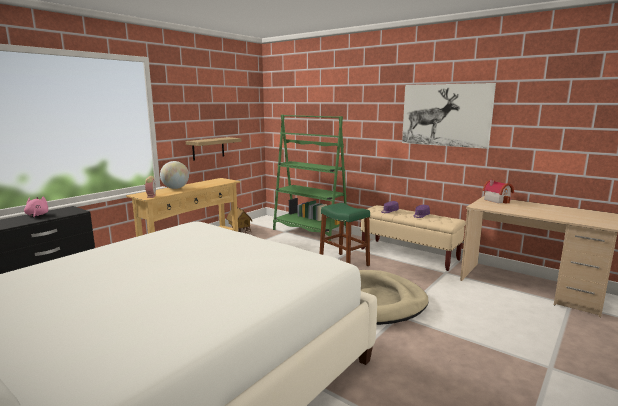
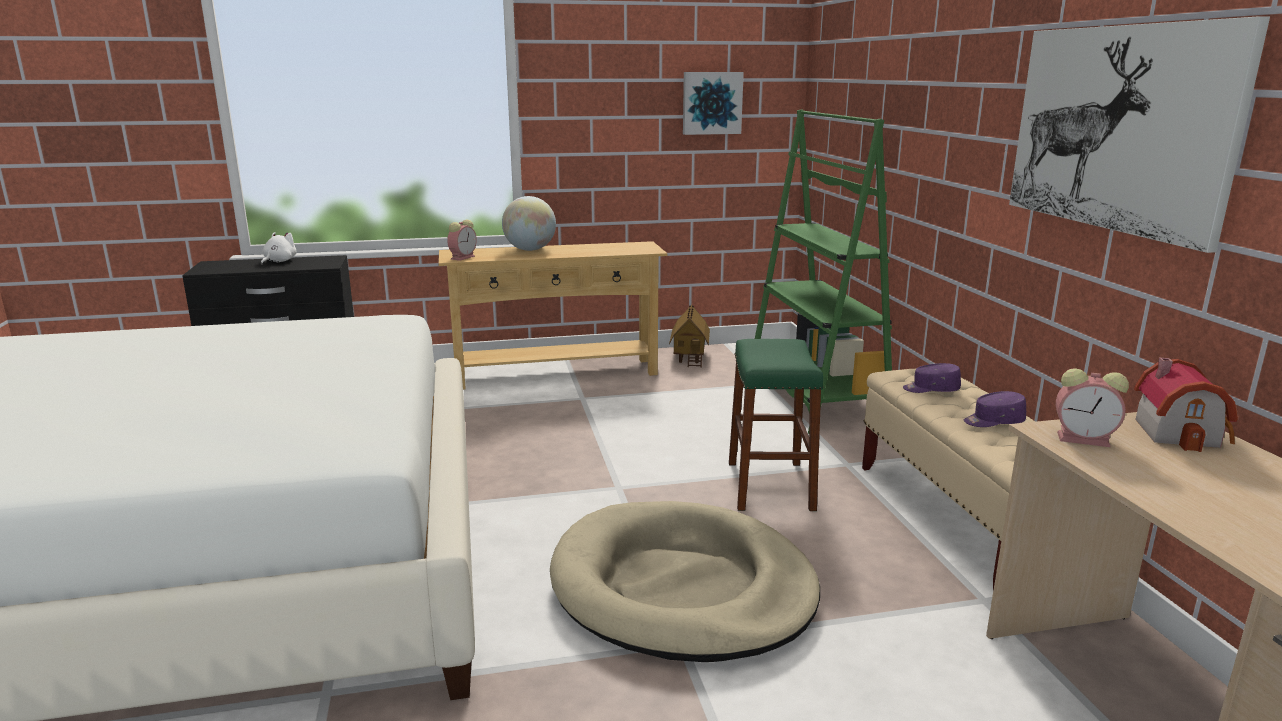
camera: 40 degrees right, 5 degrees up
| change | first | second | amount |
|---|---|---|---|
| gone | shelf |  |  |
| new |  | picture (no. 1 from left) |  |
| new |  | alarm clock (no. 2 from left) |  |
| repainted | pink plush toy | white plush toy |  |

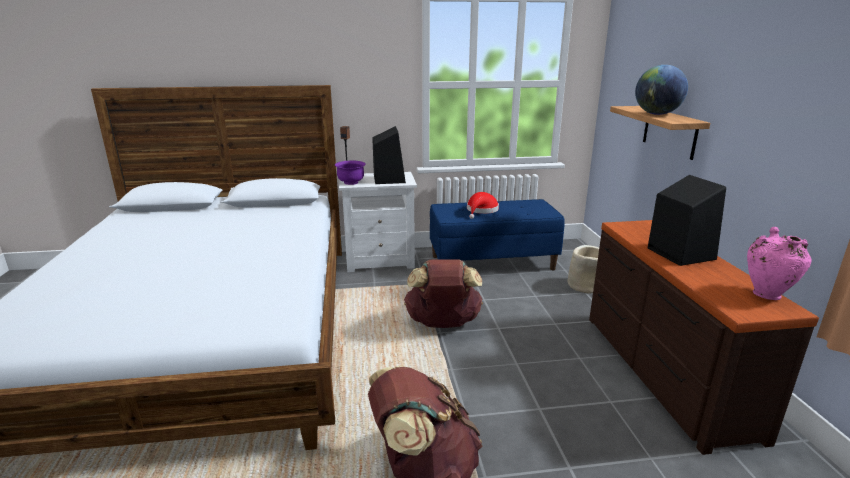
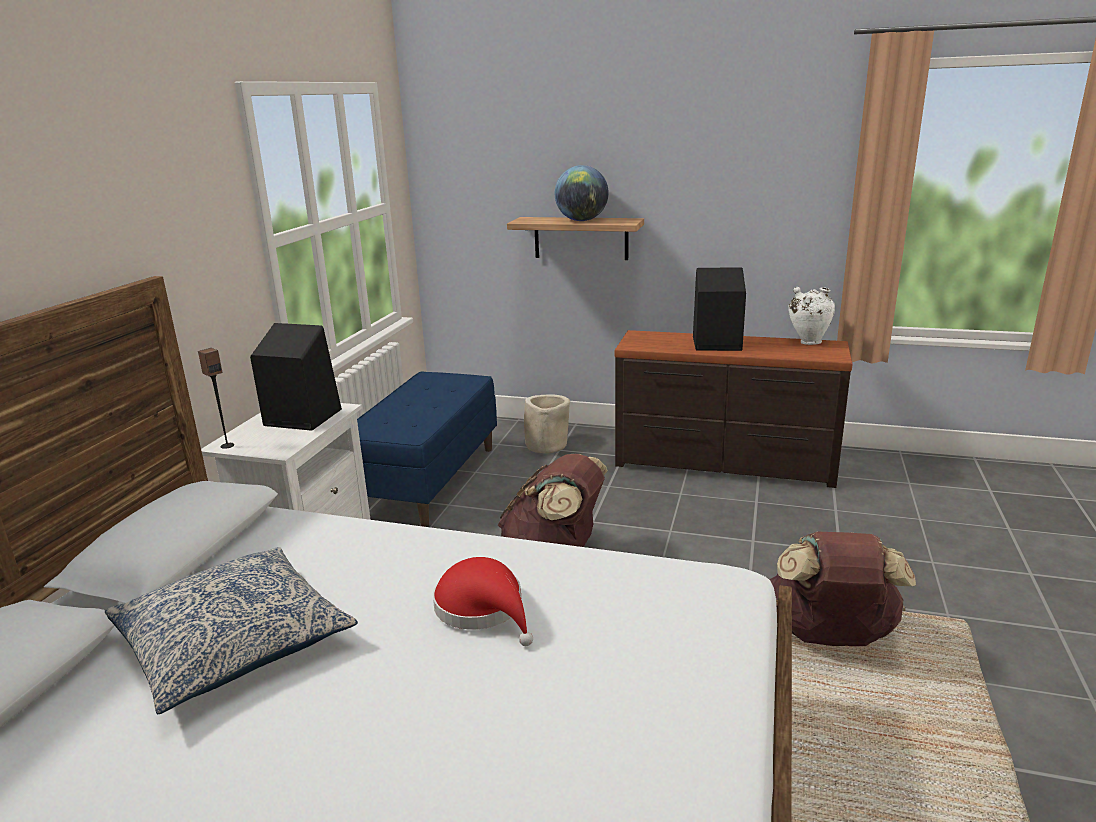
camera: 65 degrees left, 0 degrees up
| change | first | second | amount |
|---|---|---|---|
| gone | purple bowl |  |  |
| new |  | pillow |  |
| shifted | red hat |  |  |
| repainted | pink vase | white vase |  |

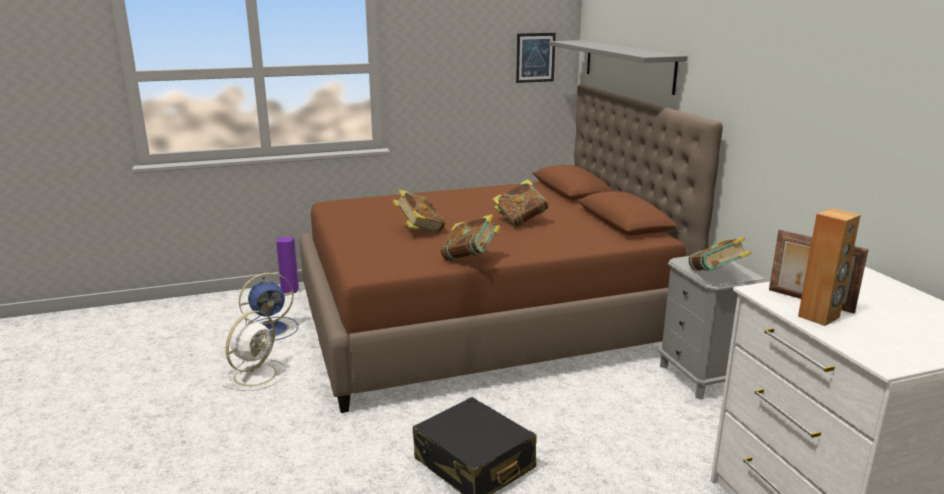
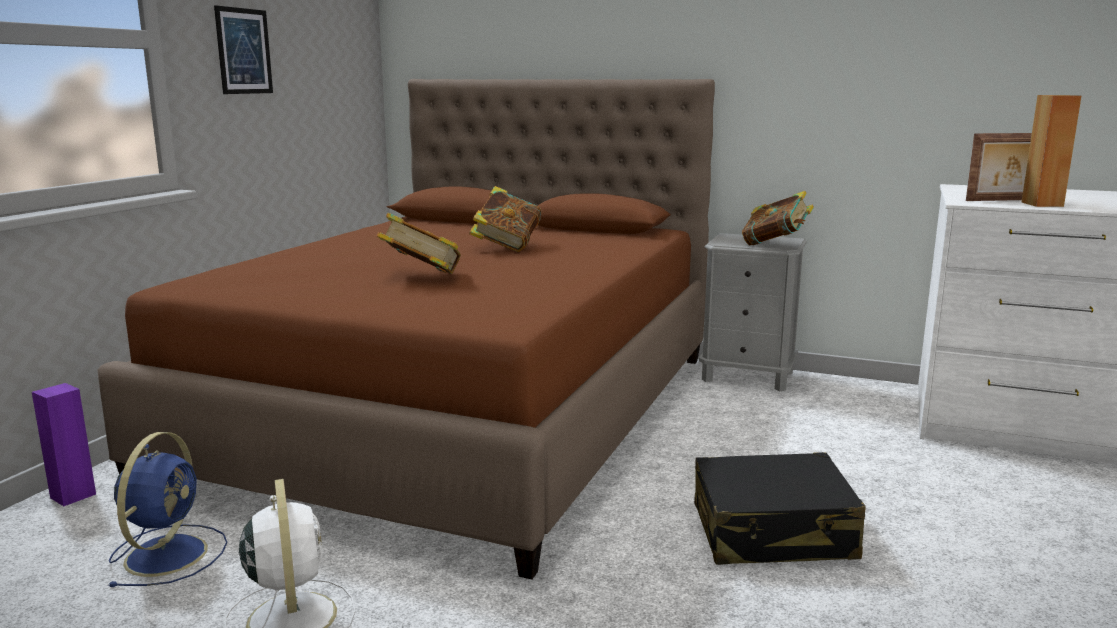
camera: 50 degrees left, 5 degrees down
| change | first | second | amount |
|---|---|---|---|
| gone | book (no. 2 from left) |  |  |
| gone | grey shelf |  |  |
| shifted | picture |  |  |

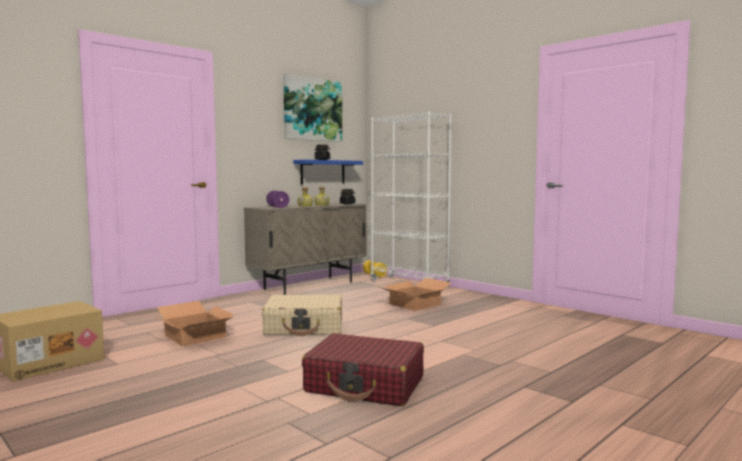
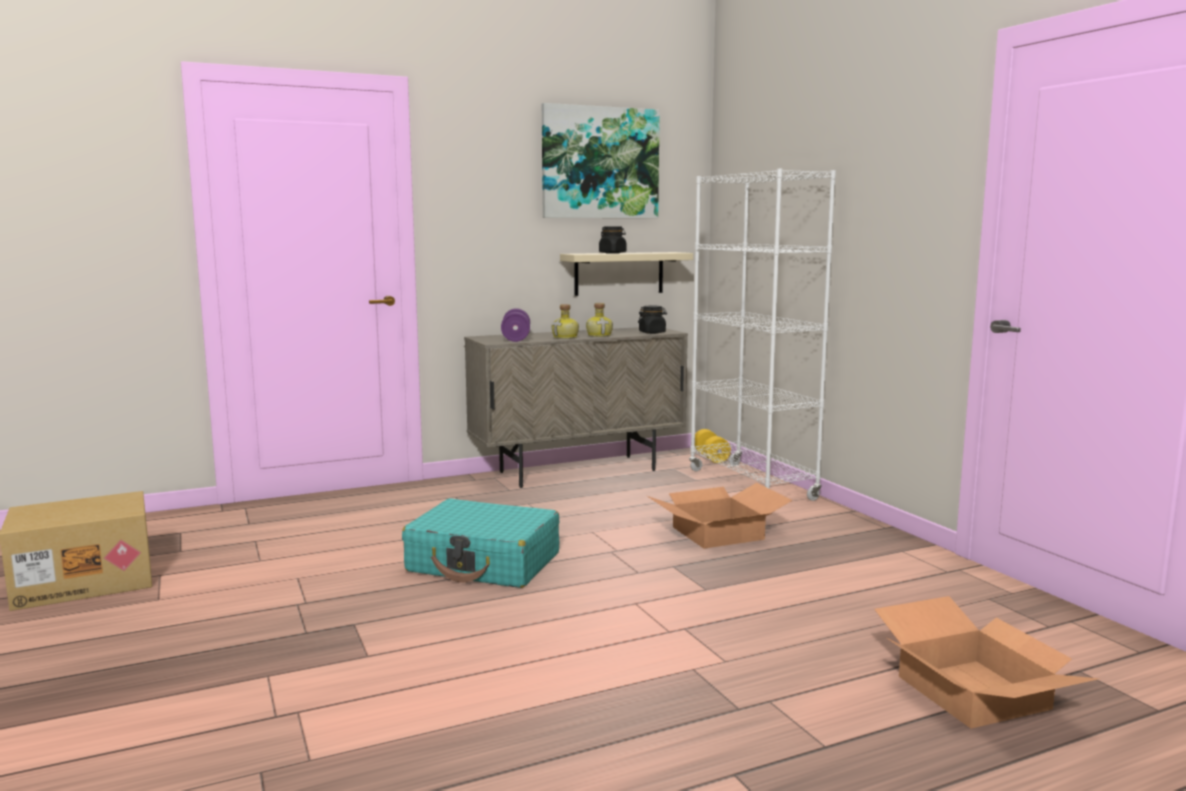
camera: 20 degrees right, 5 degrees up
| change | first | second | amount |
|---|---|---|---|
| gone | red suitcase |  |  |
| shifted | cardboard box (no. 2 from left in the first image) | cardboard box (no. 3 from left) |  |
| repainted | beige suitcase | turquoise suitcase |  |
| repainted | blue shelf | beige shelf |  |

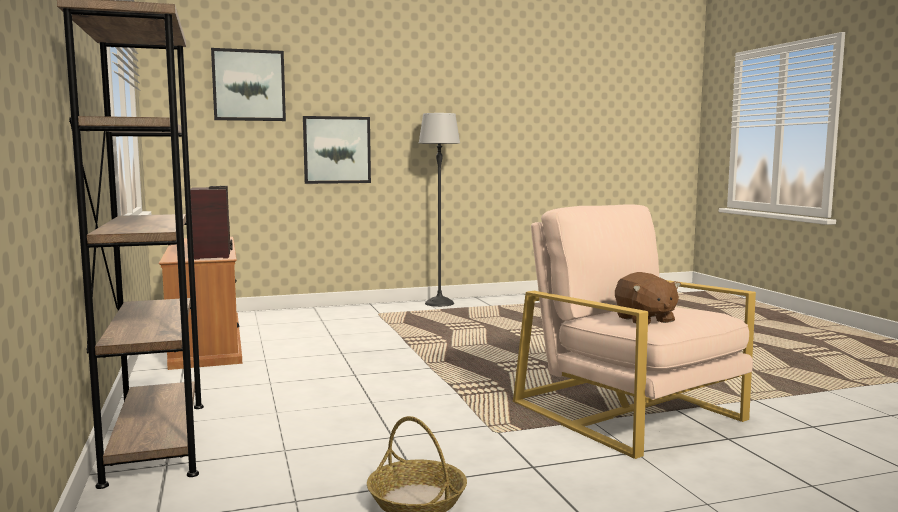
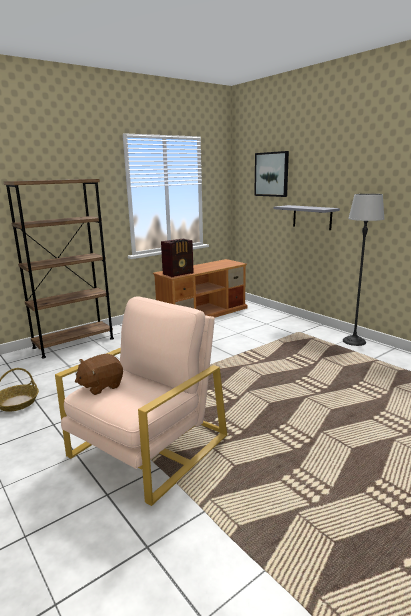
camera: 70 degrees right, 10 degrees up
| change | first | second | amount |
|---|---|---|---|
| swapped | picture (no. 2 from left) | grey shelf |  |

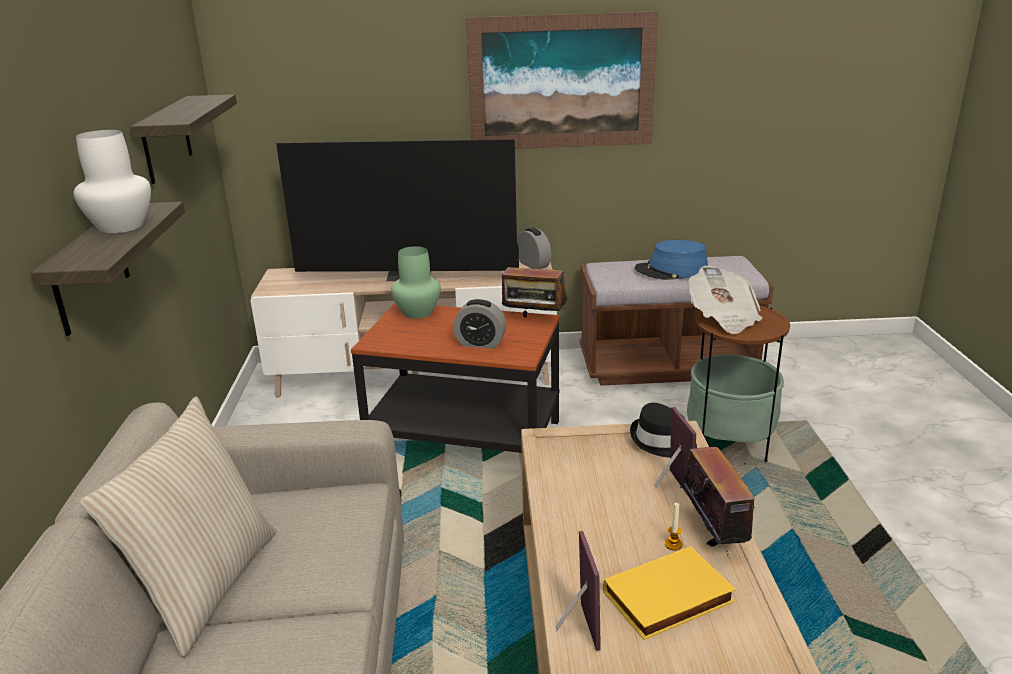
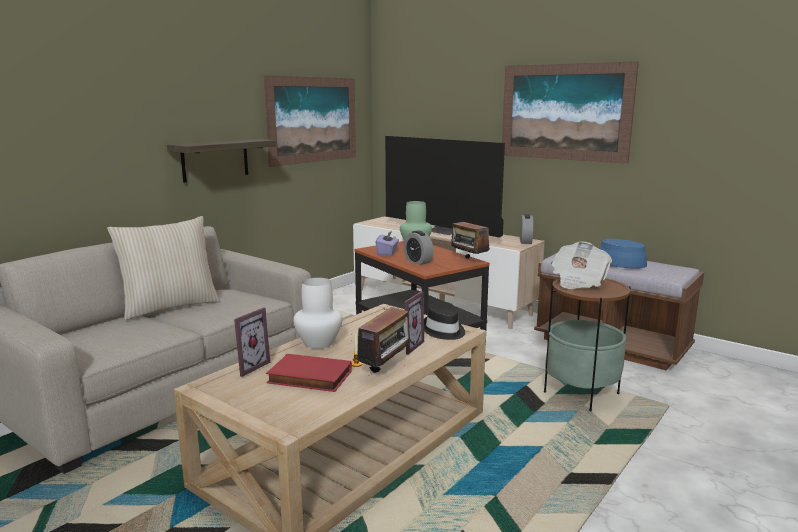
camera: 40 degrees right, 10 degrees down
| change | first | second | amount |
|---|---|---|---|
| new |  | purple tissue box |  |
| shifted | white vase |  |  |
| swapped | shelf (no. 2 from left) | picture (no. 1 from left) |  |
| repainted | yellow book | red book |  |

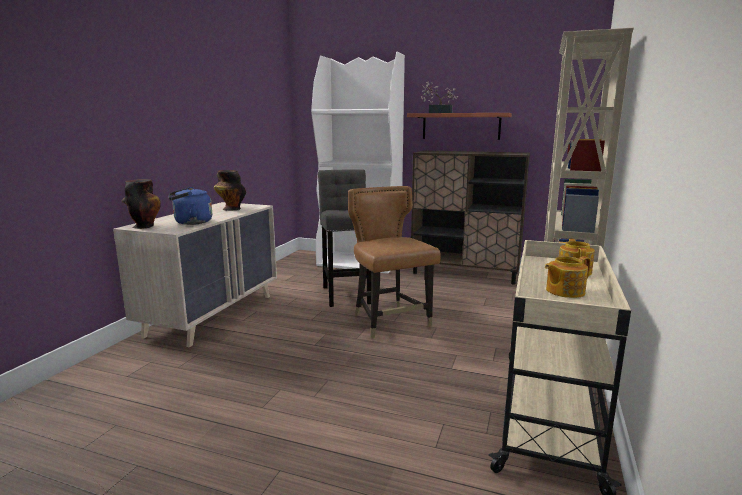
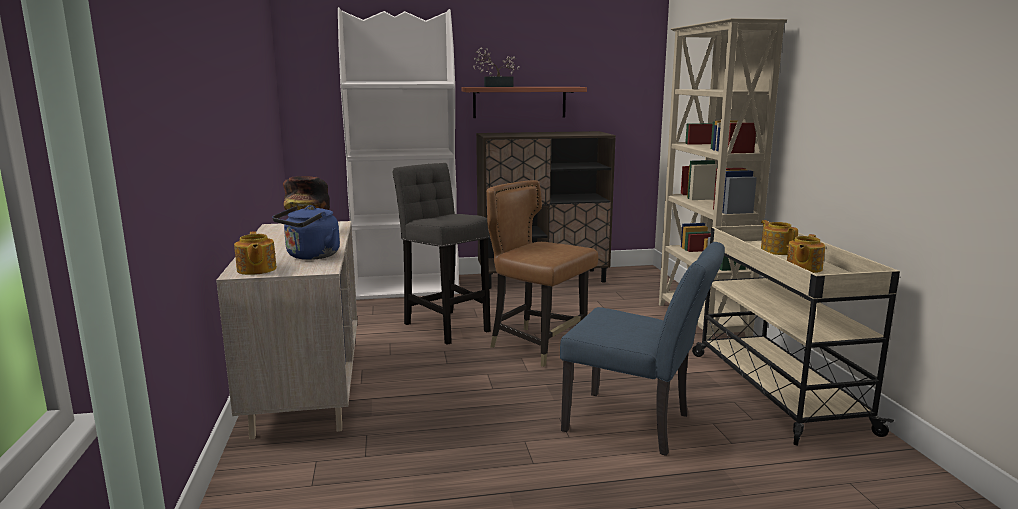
camera: 30 degrees left, 0 degrees up
| change | first | second | amount |
|---|---|---|---|
| new |  | blue chair |  |
| swapped | vase (no. 1 from left) | teapot (no. 1 from left) |  |

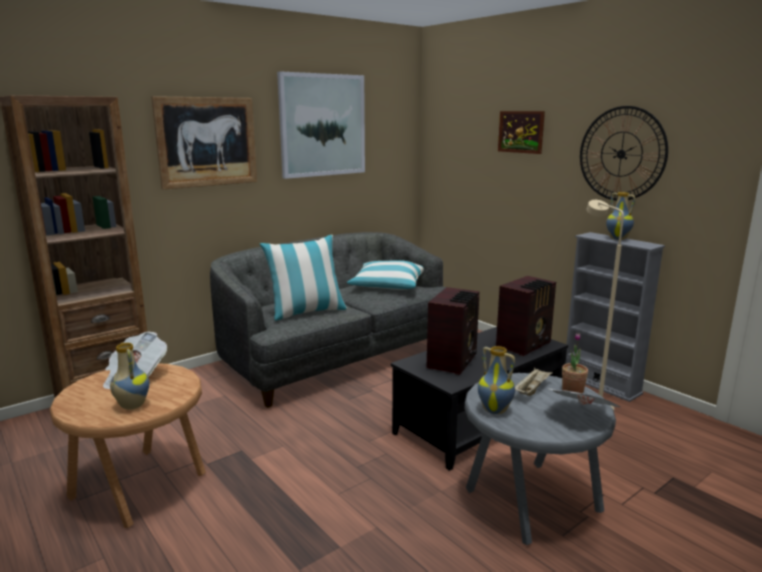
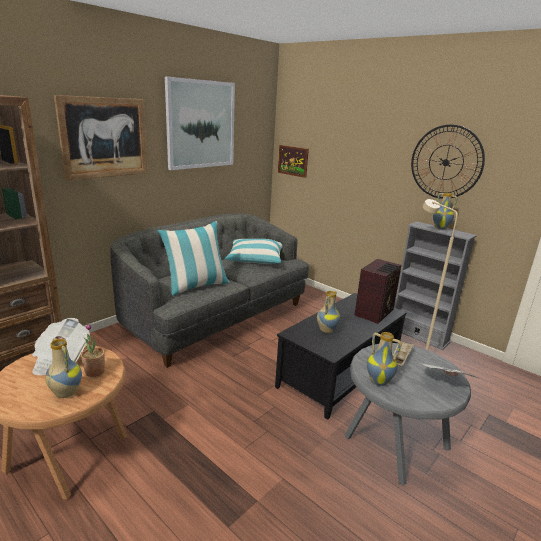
camera: 10 degrees left, 5 degrees up
| change | first | second | amount |
|---|---|---|---|
| shifted | picture (no. 3 from left) |  |  |
| shifted | potted plant |  |  |
| swapped | radio (no. 1 from left) | vase (no. 2 from left) |  |

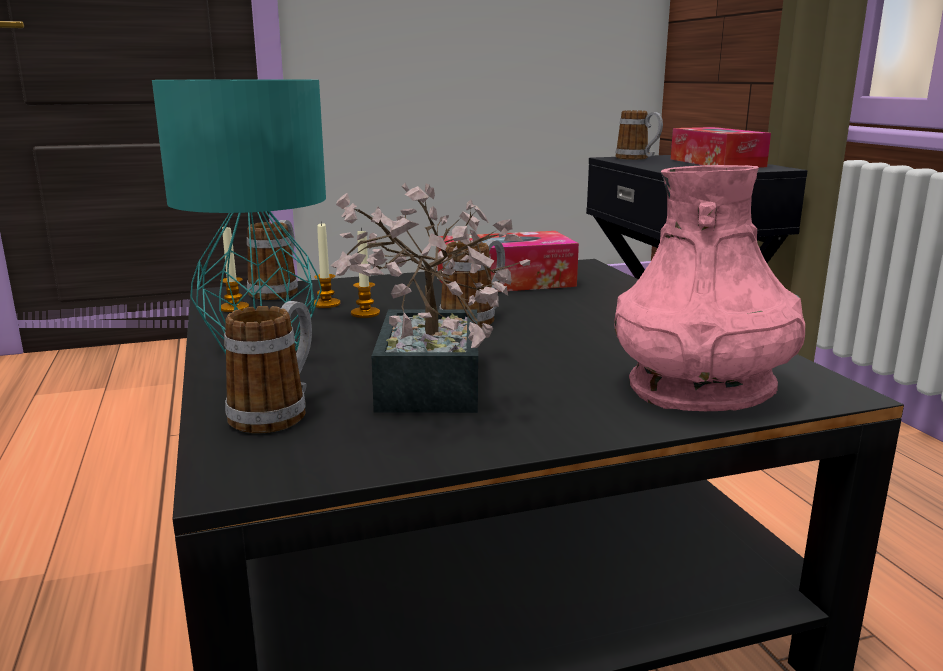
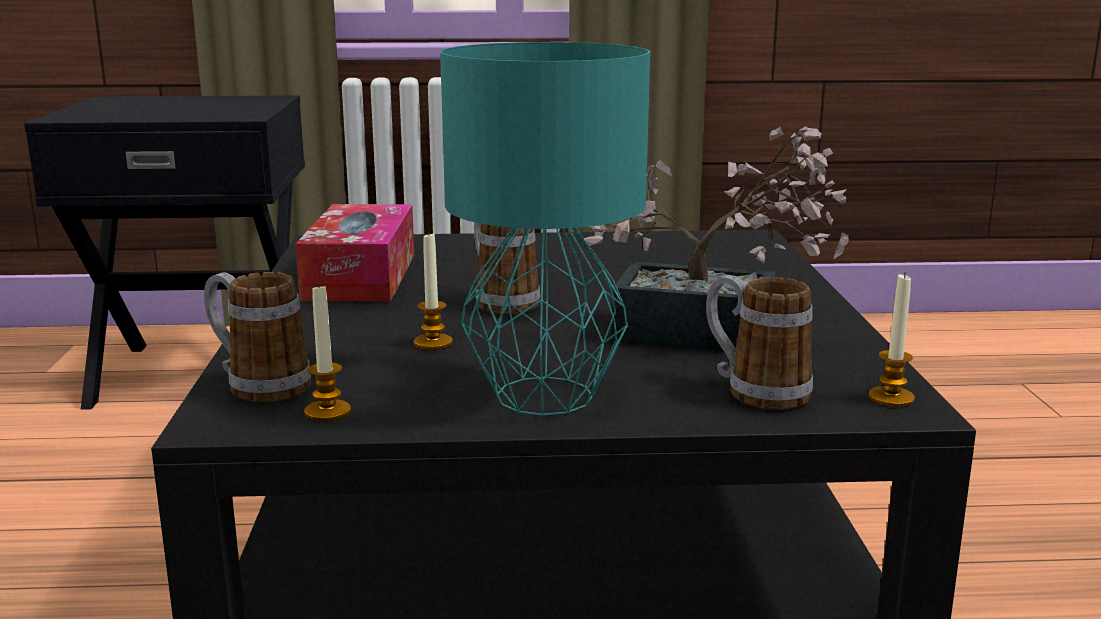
camera: 75 degrees left, 0 degrees up
| change | first | second | amount |
|---|---|---|---|
| gone | pink vase |  |  |
| gone | mug (no. 4 from left) |  |  |
| gone | tissue box (no. 2 from left) |  |  |
| shifted | candle (no. 2 from left in the first image) | candle (no. 3 from left) |  |

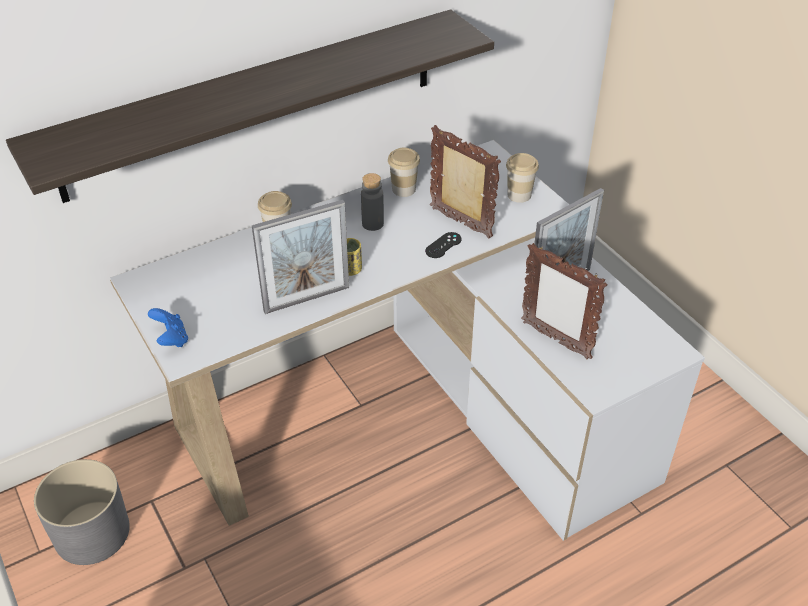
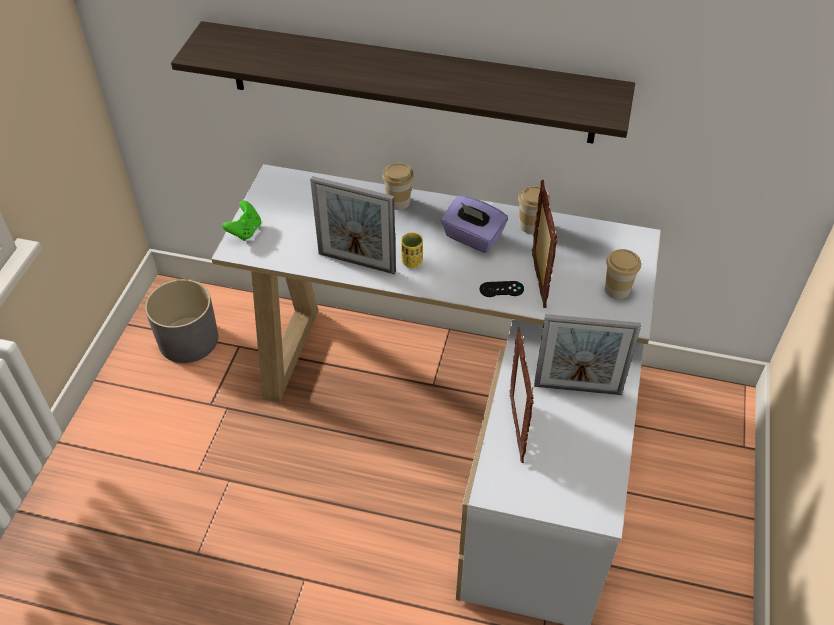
camera: 45 degrees right, 5 degrees up
| change | first | second | amount |
|---|---|---|---|
| swapped | grey bottle | purple tissue box |  |
| repainted | blue game controller | green game controller |  |

